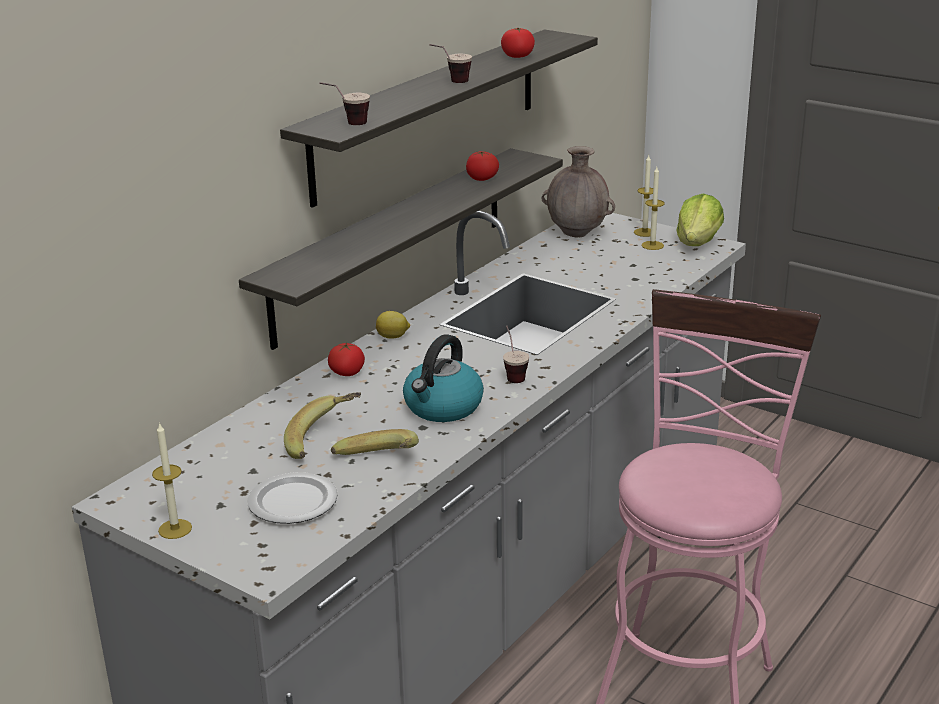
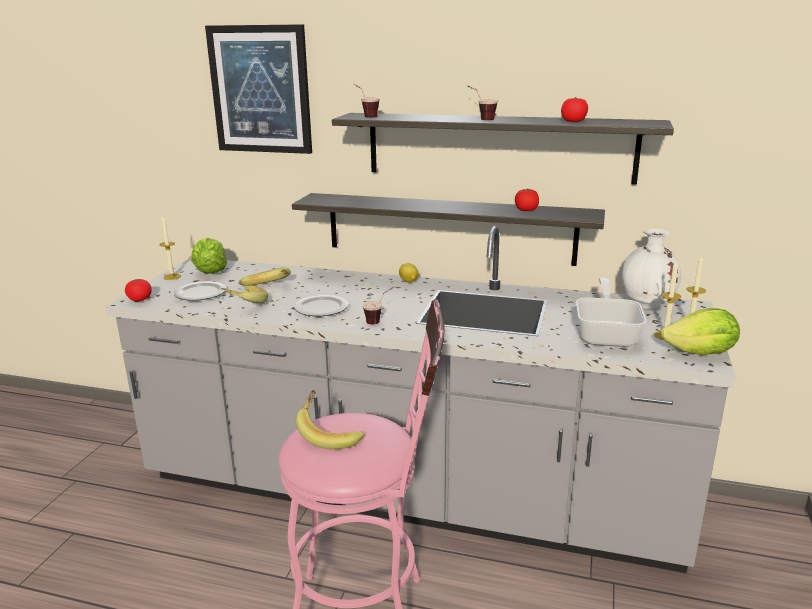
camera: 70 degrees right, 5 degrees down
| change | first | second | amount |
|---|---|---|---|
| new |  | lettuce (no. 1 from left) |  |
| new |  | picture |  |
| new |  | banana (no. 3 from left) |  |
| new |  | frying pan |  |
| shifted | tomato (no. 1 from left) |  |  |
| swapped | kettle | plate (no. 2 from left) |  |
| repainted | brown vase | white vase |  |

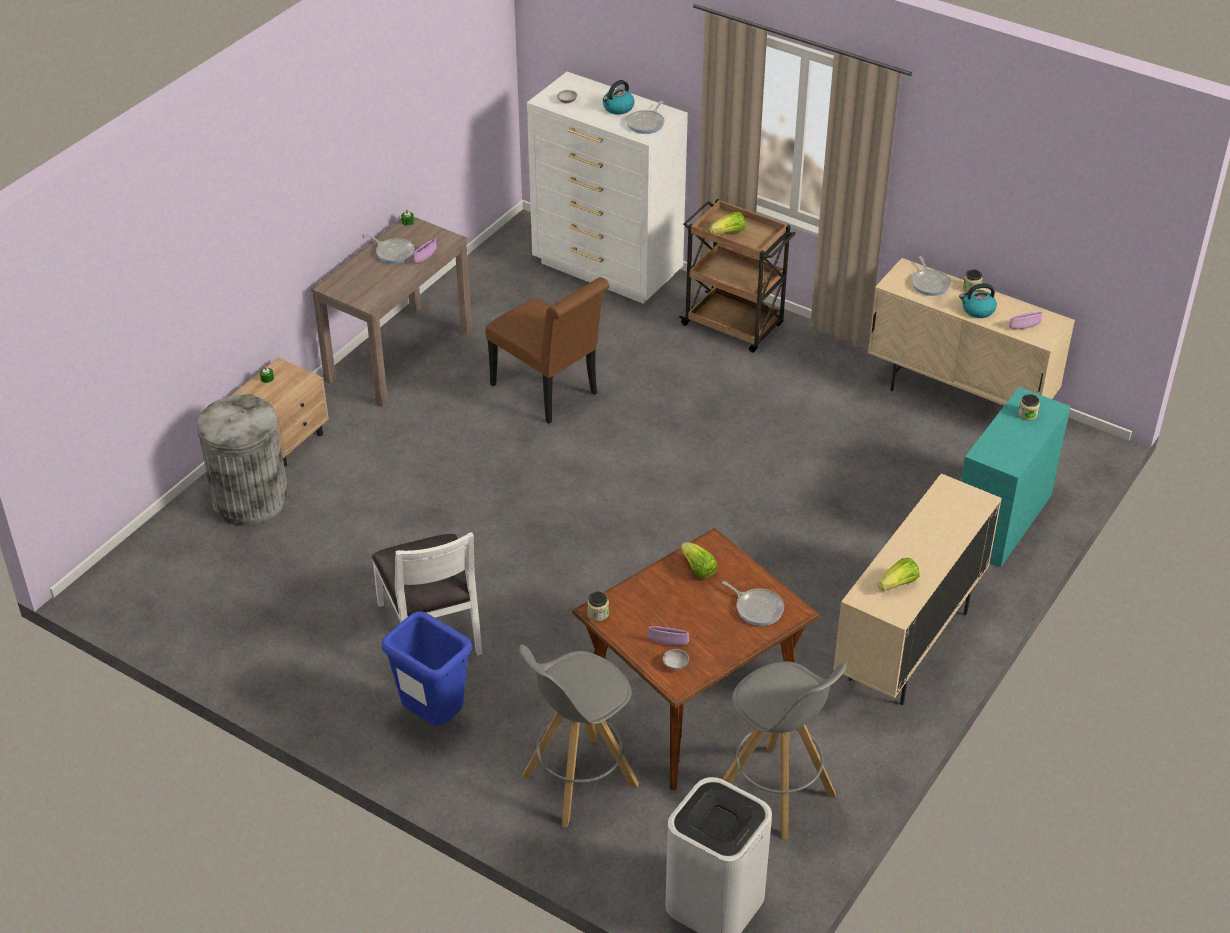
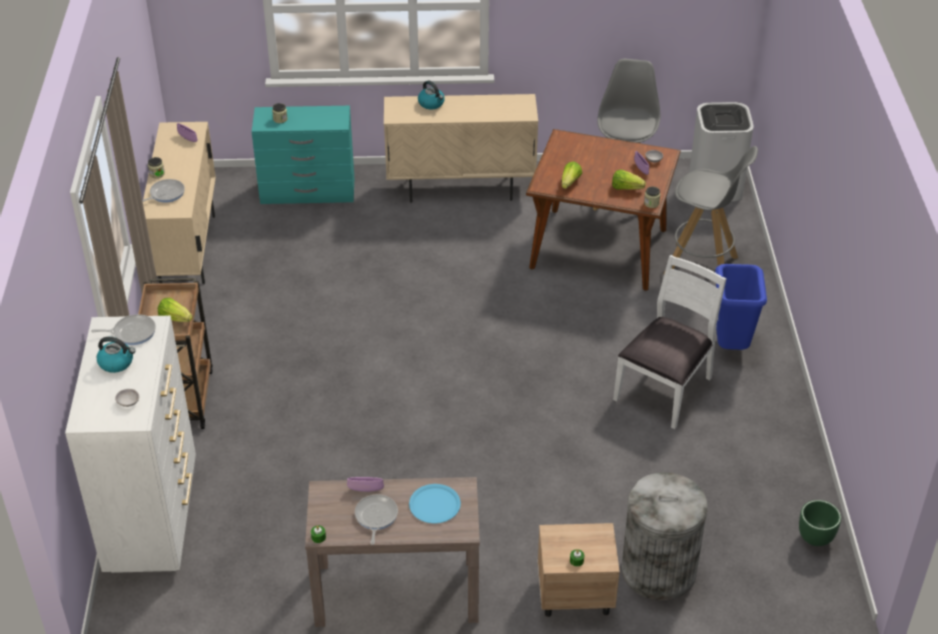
camera: 125 degrees left, 0 degrees up
| change | first | second | amount |
|---|---|---|---|
| gone | brown chair |  |  |
| gone | frying pan (no. 3 from left) |  |  |
| new |  | blue plate |  |
| new |  | green planter |  |
| shifted | lettuce (no. 3 from left) |  |  |
| shifted | kettle (no. 2 from left) |  |  |

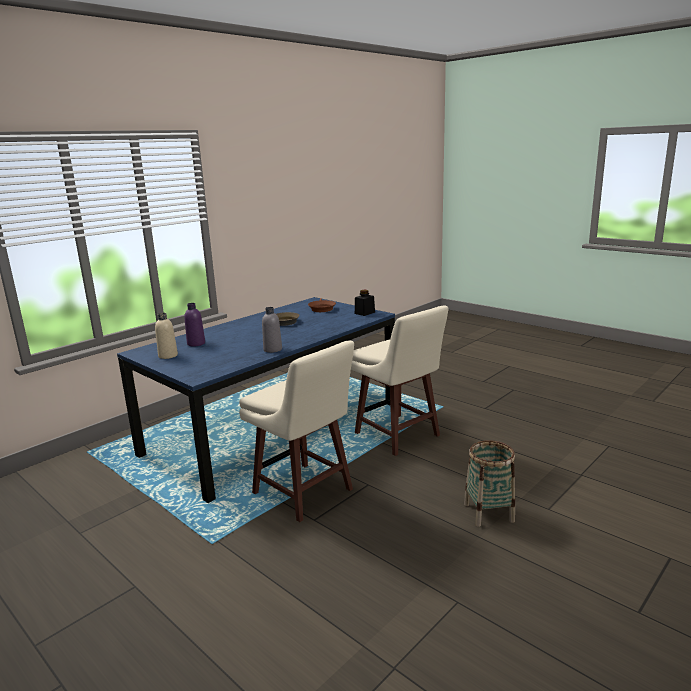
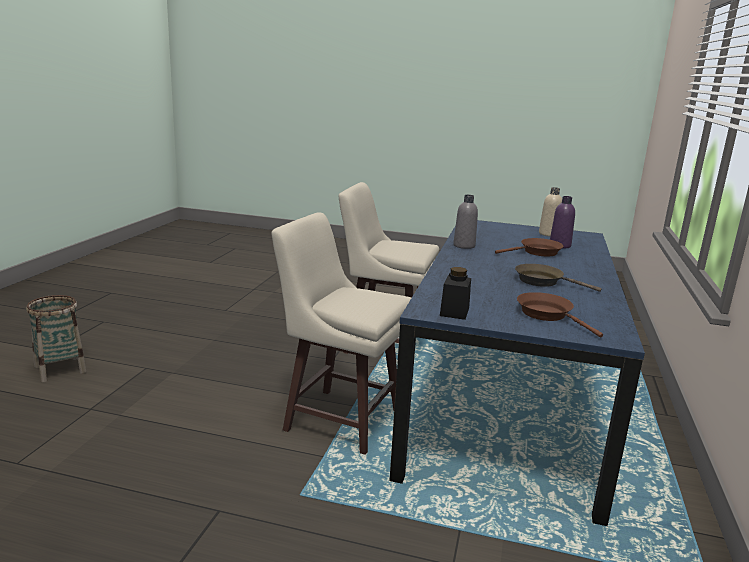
camera: 150 degrees right, 0 degrees up
| change | first | second | amount |
|---|---|---|---|
| new |  | brown frying pan (no. 1 from left) |  |
| shifted | basket |  |  |

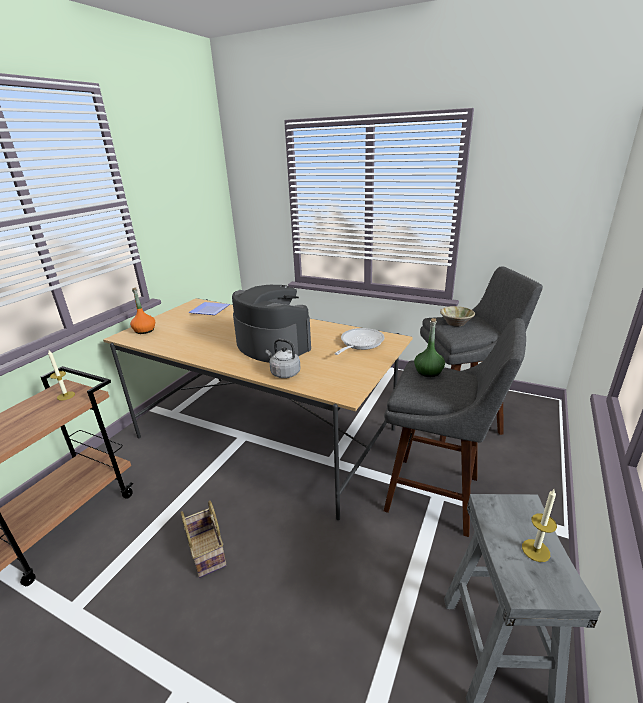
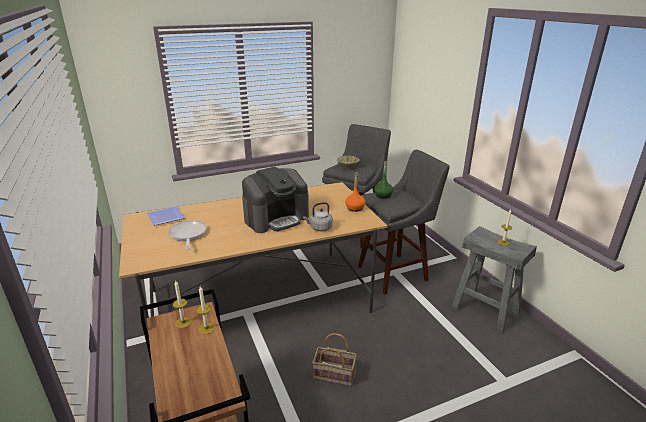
camera: 50 degrees left, 0 degrees up
| change | first | second | amount |
|---|---|---|---|
| new |  | candle (no. 2 from left) |  |
| shifted | orange bottle |  |  |
| shifted | frying pan |  |  |
| rotated | coffee machine |  | 150 degrees clockwise |

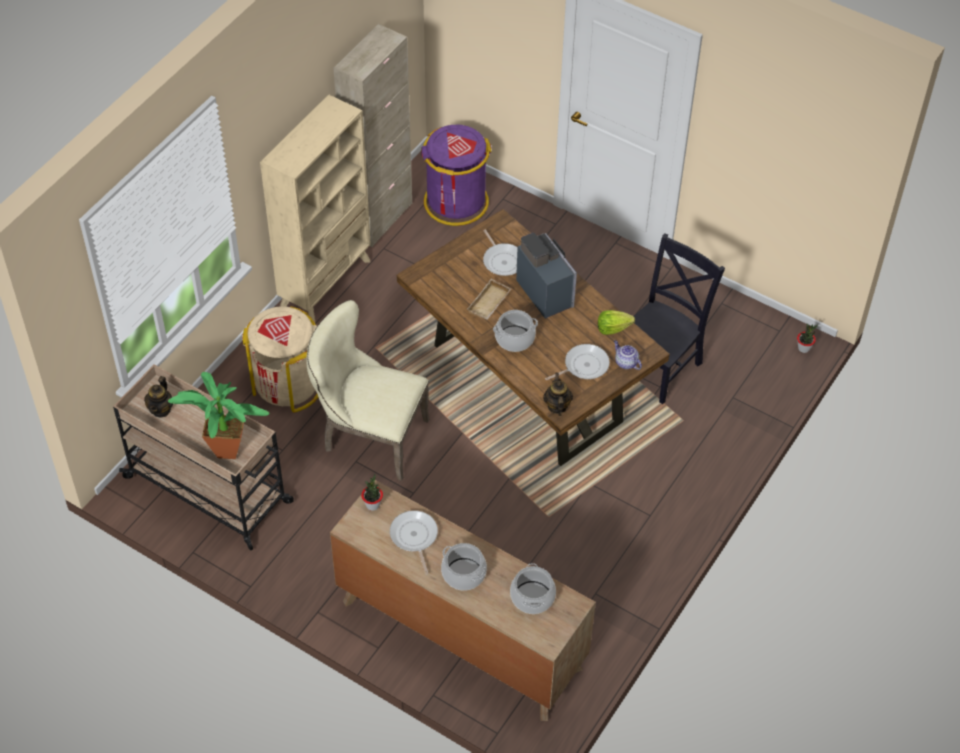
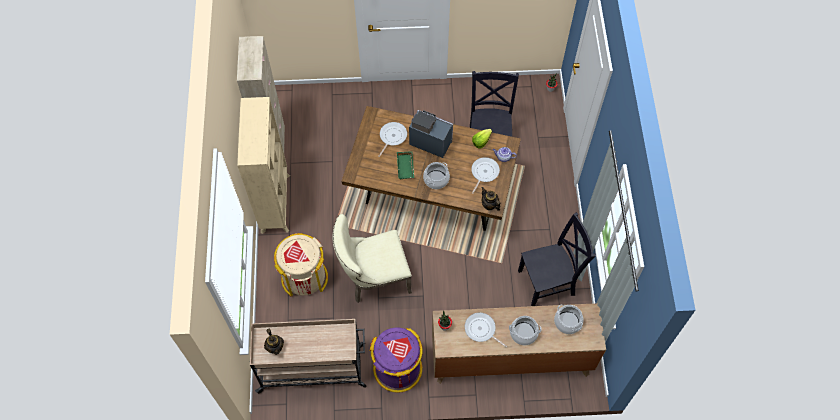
camera: 35 degrees left, 10 degrees up
| change | first | second | amount |
|---|---|---|---|
| gone | potted plant (no. 1 from left) |  |  |
| new |  | black chair (no. 2 from left) |  |
| shifted | purple trash can |  |  |
| repainted | beige tray | green tray |  |
| rotated | frying pan (no. 2 from left in the first image) | frying pan (no. 1 from left) | 90 degrees counterclockwise |

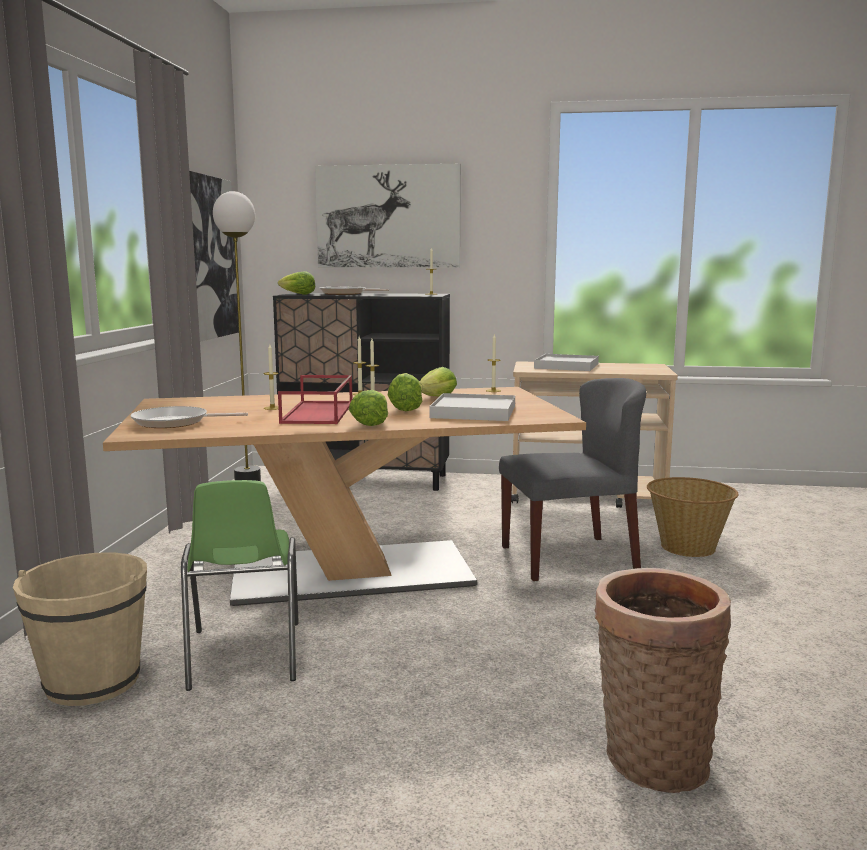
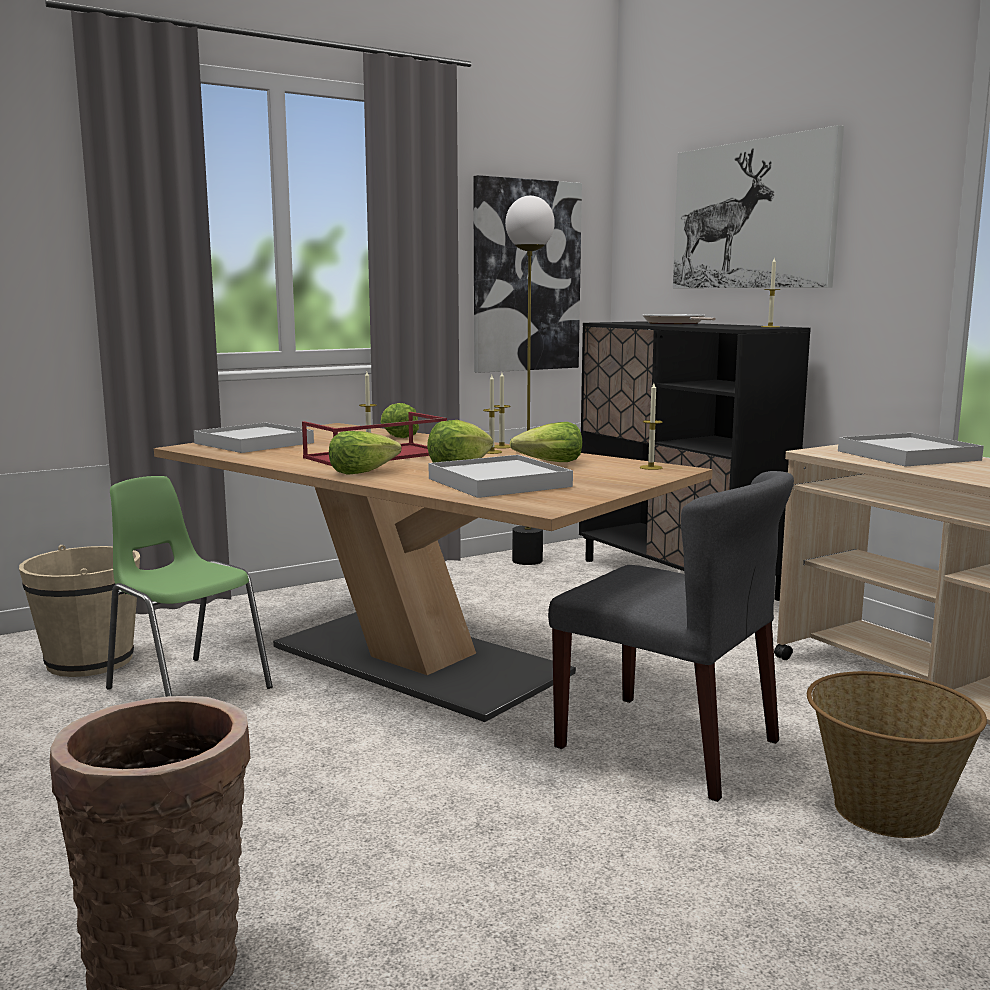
camera: 50 degrees right, 0 degrees up
| change | first | second | amount |
|---|---|---|---|
| shifted | lettuce (no. 1 from left in the first image) | lettuce (no. 2 from left) |  |
| swapped | frying pan (no. 1 from left) | white tray (no. 1 from left) |  |
| rotated | green chair |  | 90 degrees clockwise |

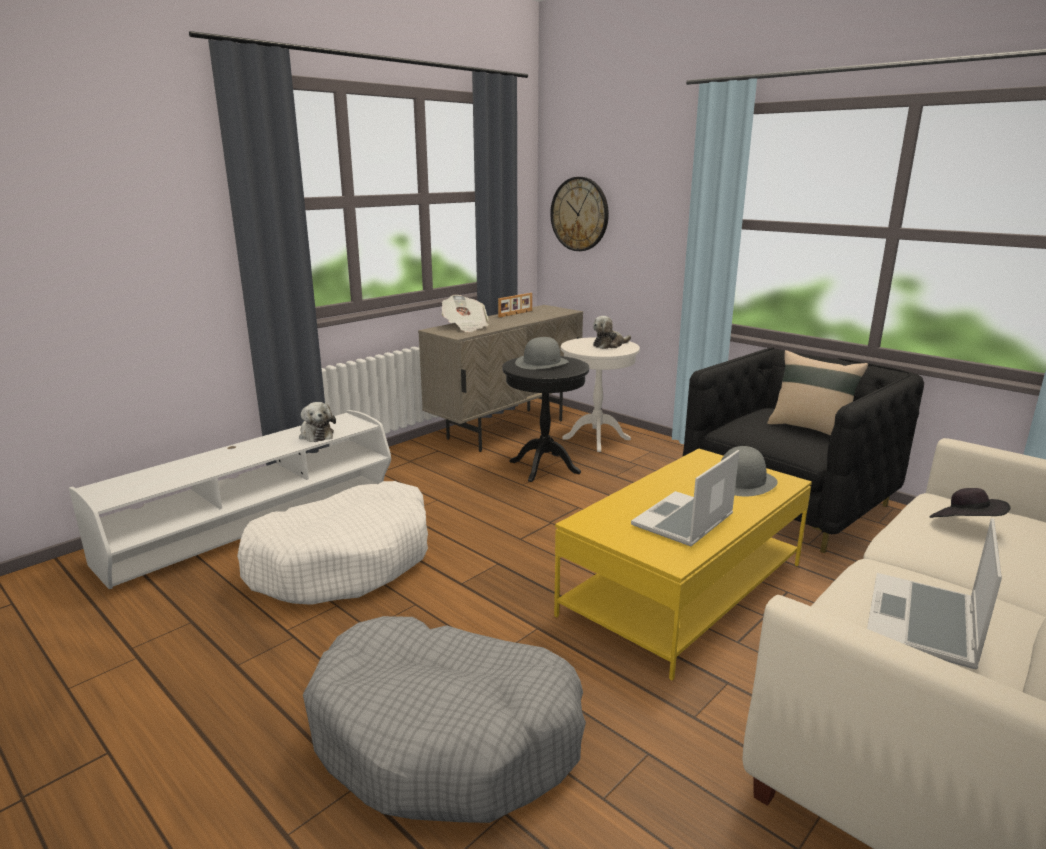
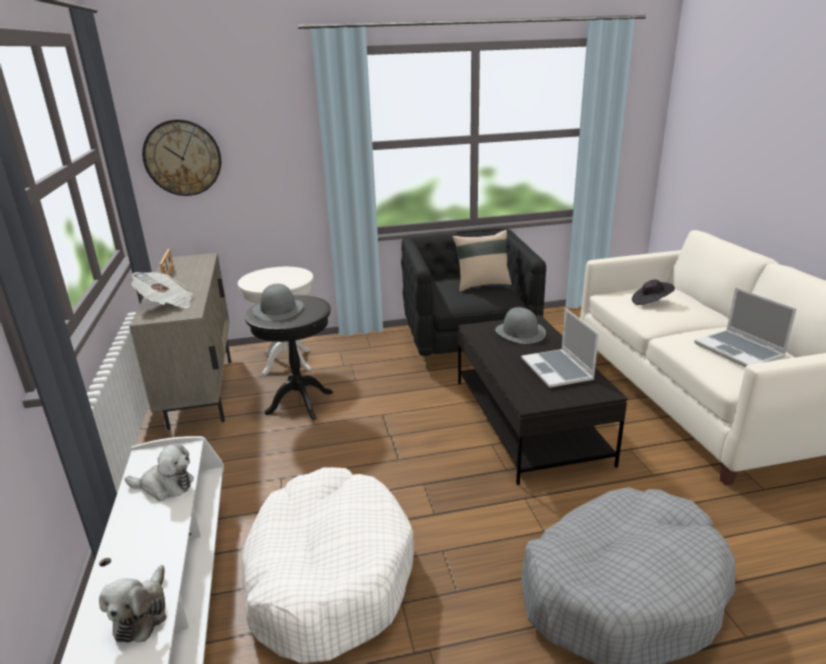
camera: 55 degrees left, 5 degrees up
| change | first | second | amount |
|---|---|---|---|
| shifted | plush toy (no. 2 from left in the first image) | plush toy (no. 1 from left) |  |
| repainted | yellow coffee table | black coffee table |  |

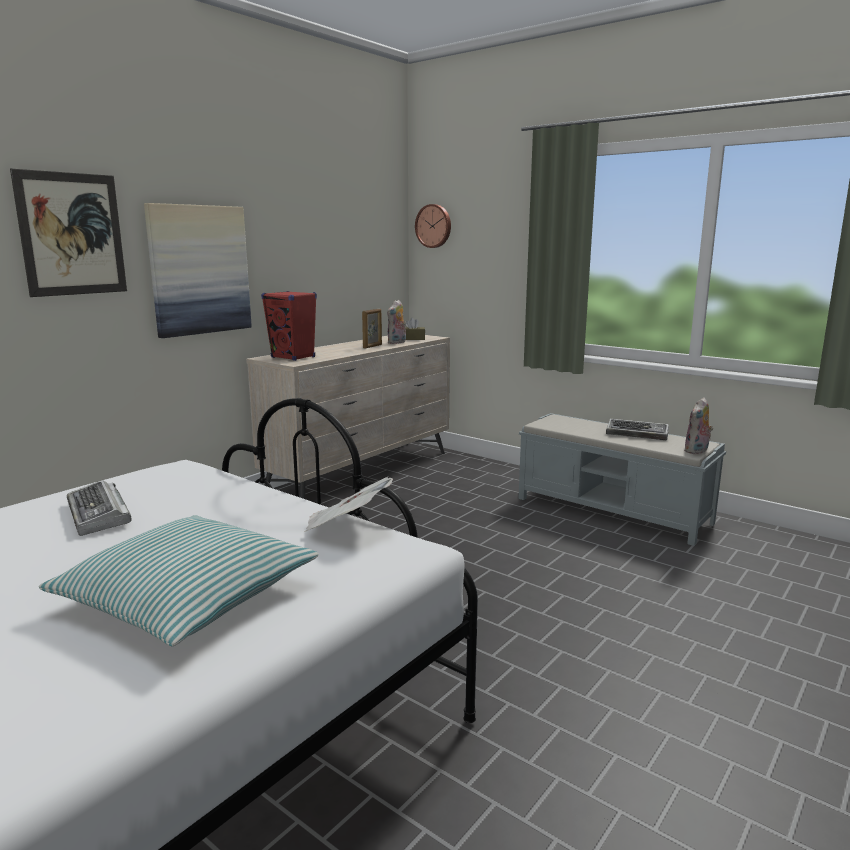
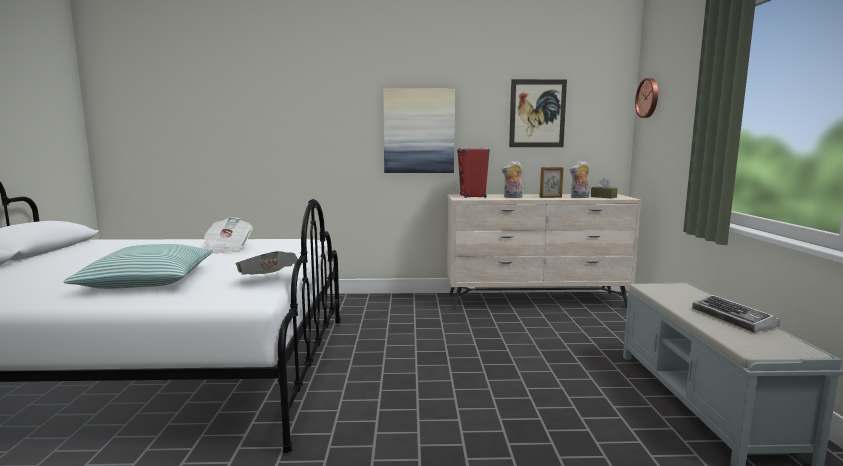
camera: 50 degrees right, 5 degrees down
| change | first | second | amount |
|---|---|---|---|
| shifted | picture (no. 1 from left in the first image) | picture (no. 2 from left) |  |
| shifted | plush toy (no. 2 from left in the first image) | plush toy (no. 1 from left) |  |
| swapped | keyboard (no. 1 from left) | newspaper (no. 1 from left) |  |

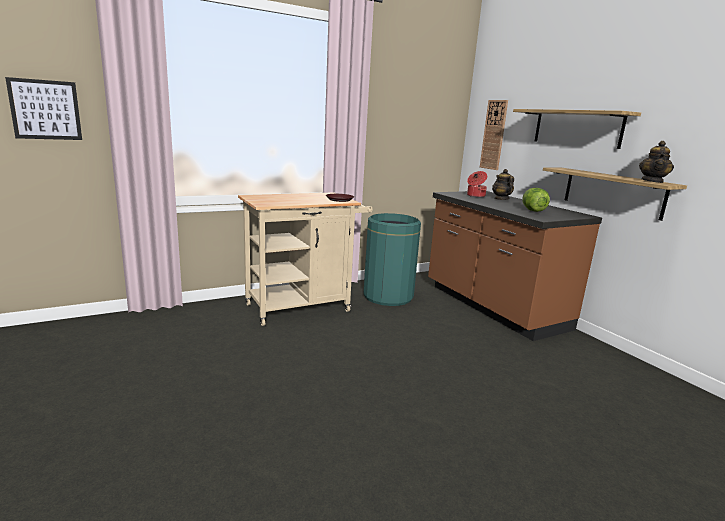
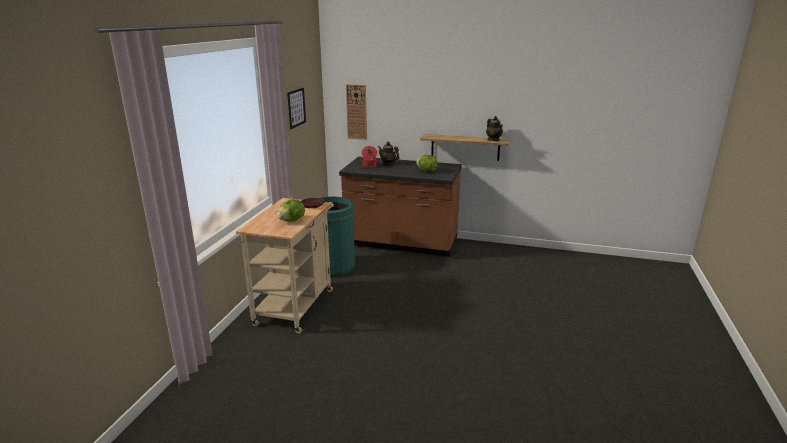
camera: 45 degrees left, 5 degrees up
| change | first | second | amount |
|---|---|---|---|
| gone | shelf (no. 1 from left) |  |  |
| new |  | lettuce (no. 1 from left) |  |
| shifted | picture |  |  |

